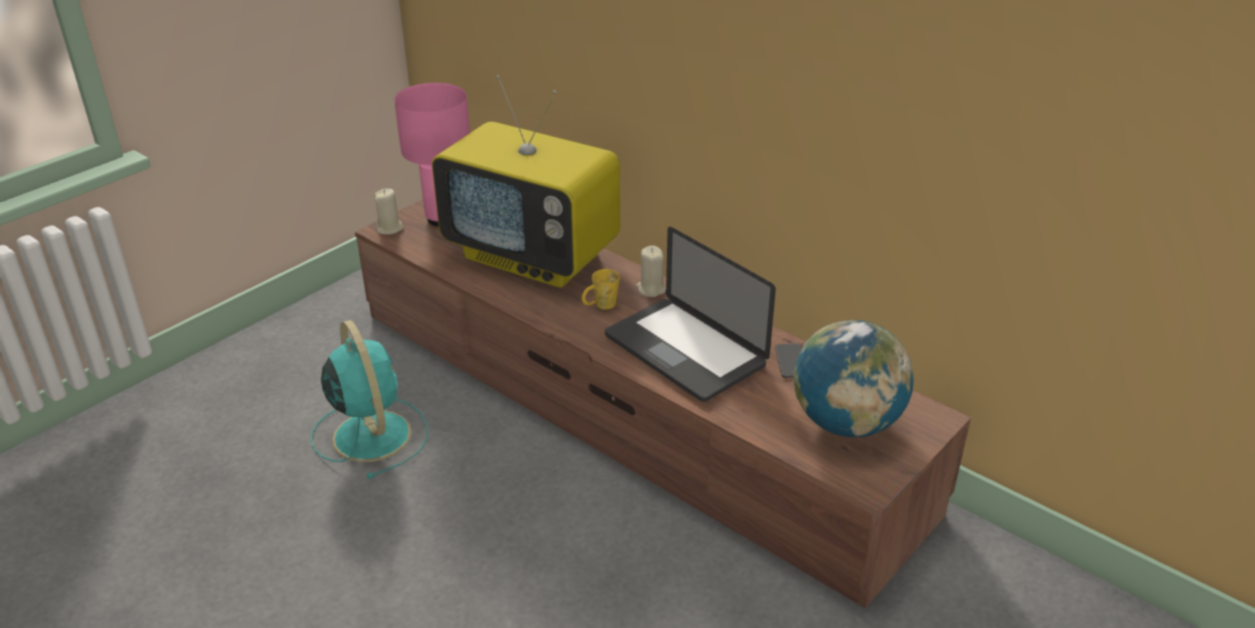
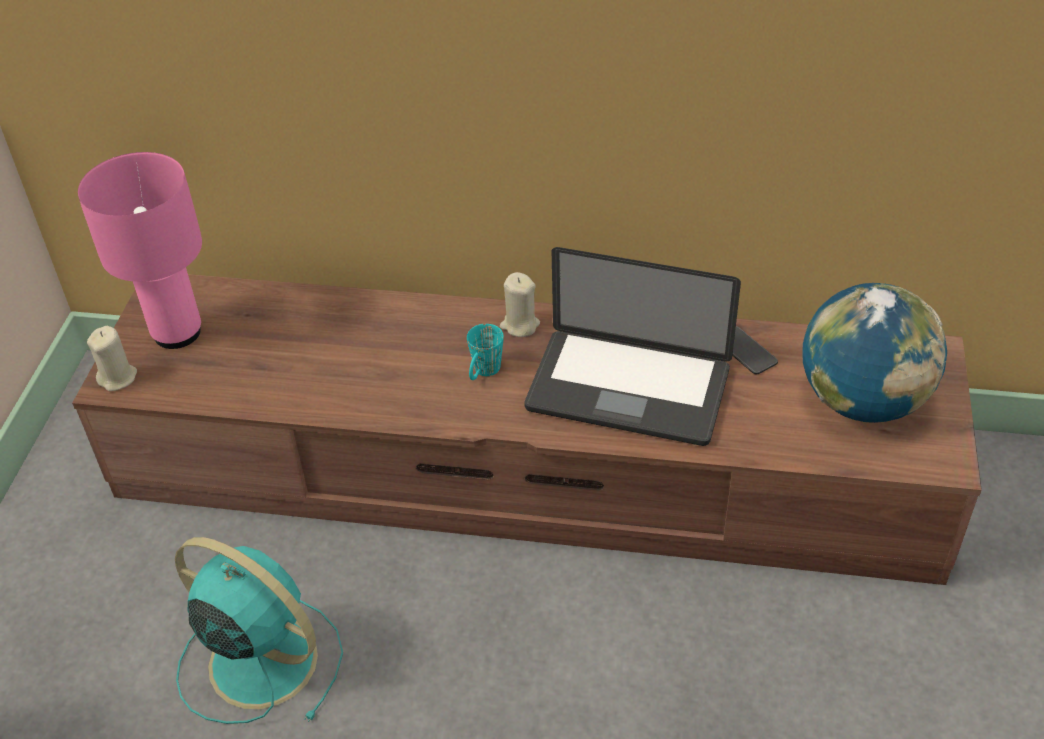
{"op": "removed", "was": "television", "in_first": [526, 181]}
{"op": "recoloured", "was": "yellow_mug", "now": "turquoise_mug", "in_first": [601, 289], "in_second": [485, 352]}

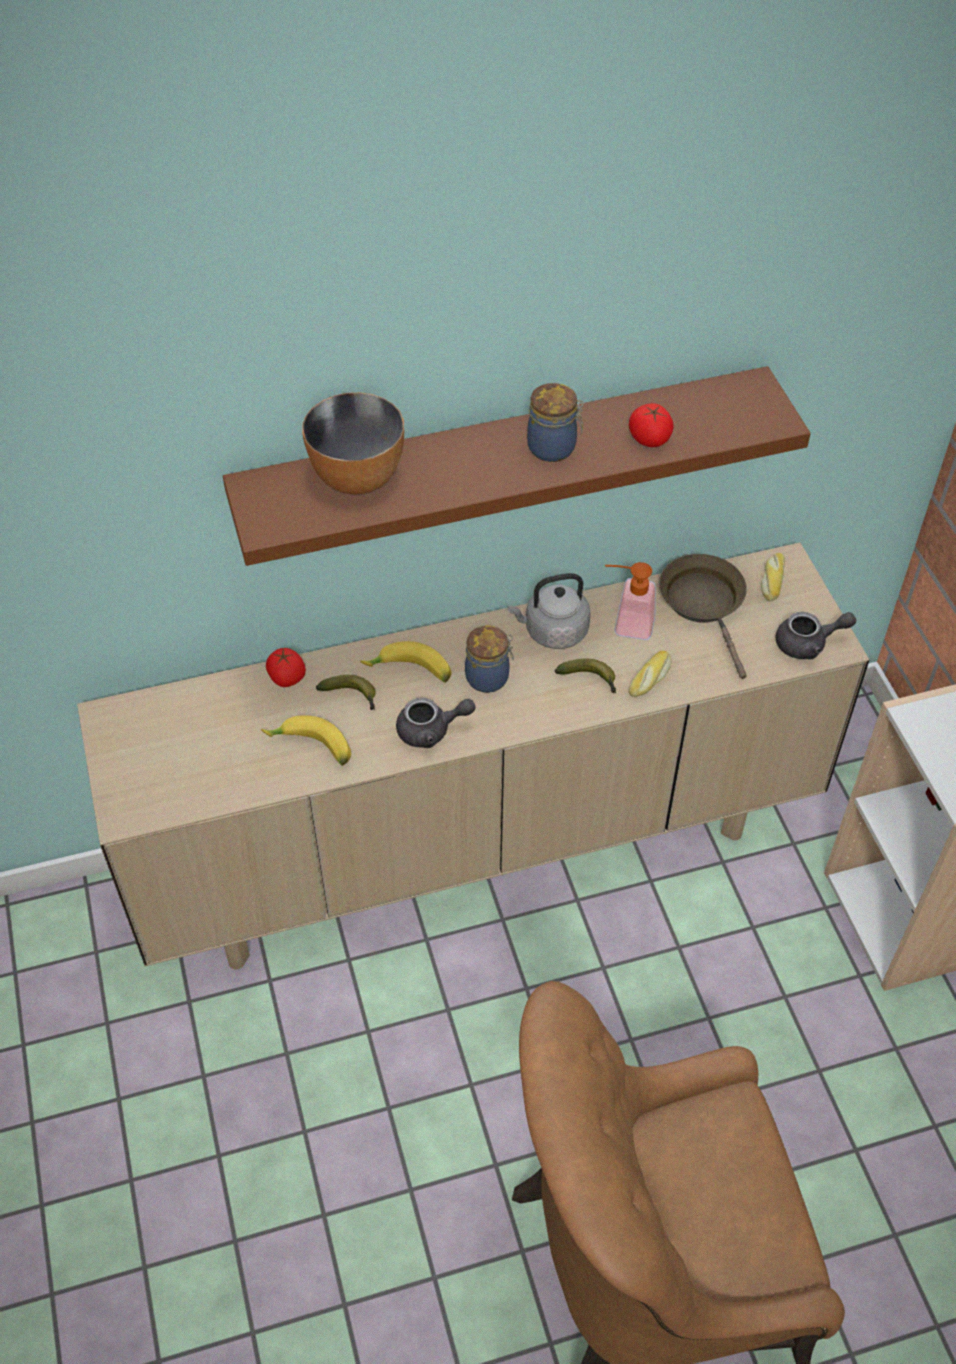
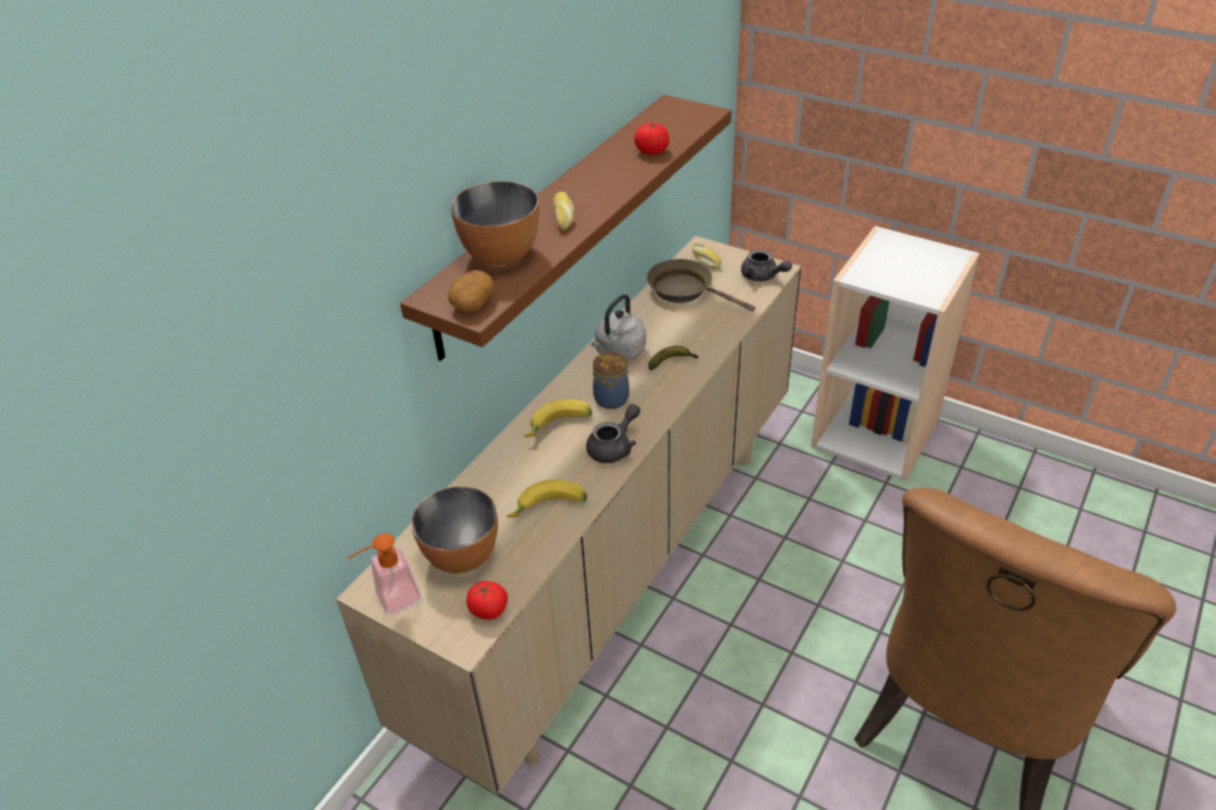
{"op": "moved", "was": "tomato", "in_first": [286, 667], "in_second": [487, 600]}
{"op": "removed", "was": "banana", "in_first": [346, 692]}
{"op": "removed", "was": "jar", "in_first": [555, 422]}
{"op": "moved", "was": "soap_dispenser", "in_first": [630, 601], "in_second": [384, 573]}
{"op": "moved", "was": "bread", "in_first": [650, 674], "in_second": [564, 211]}
{"op": "turned", "was": "grey_teapot", "in_first": [816, 636], "in_second": [766, 265], "clockwise": 90}
{"op": "added", "now": "bowl", "in_second": [454, 529]}
{"op": "added", "now": "potato", "in_second": [471, 291]}

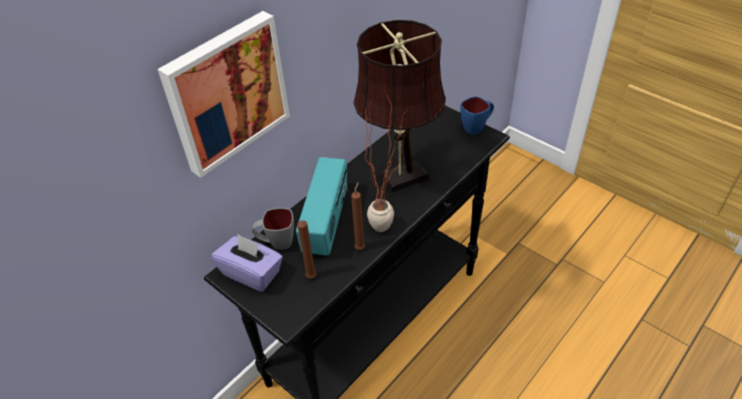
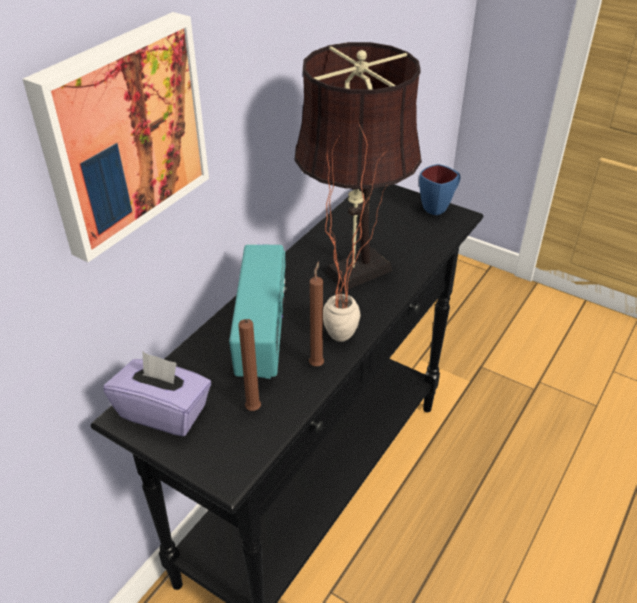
{"op": "removed", "was": "grey_mug", "in_first": [273, 229]}

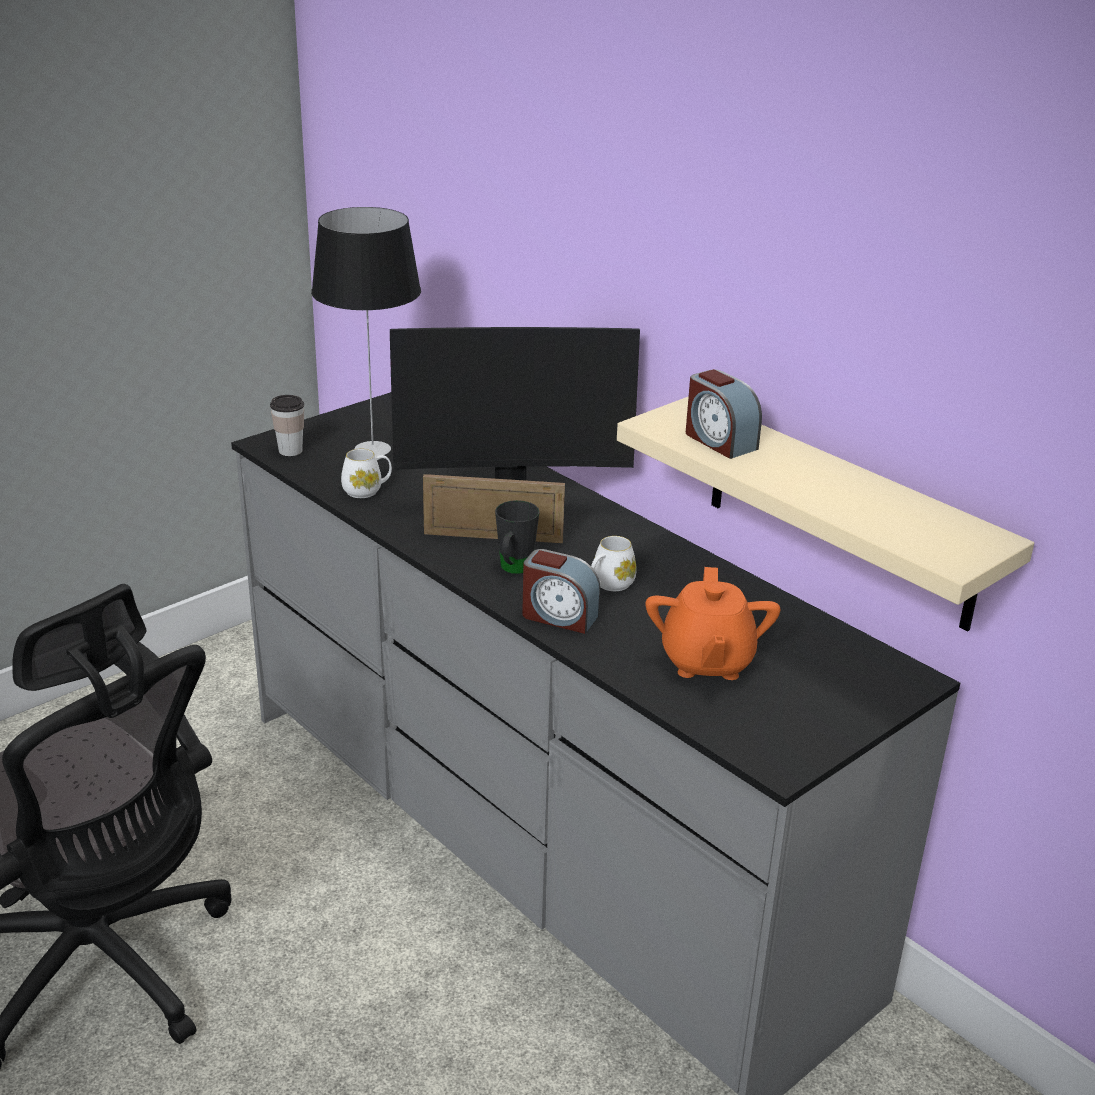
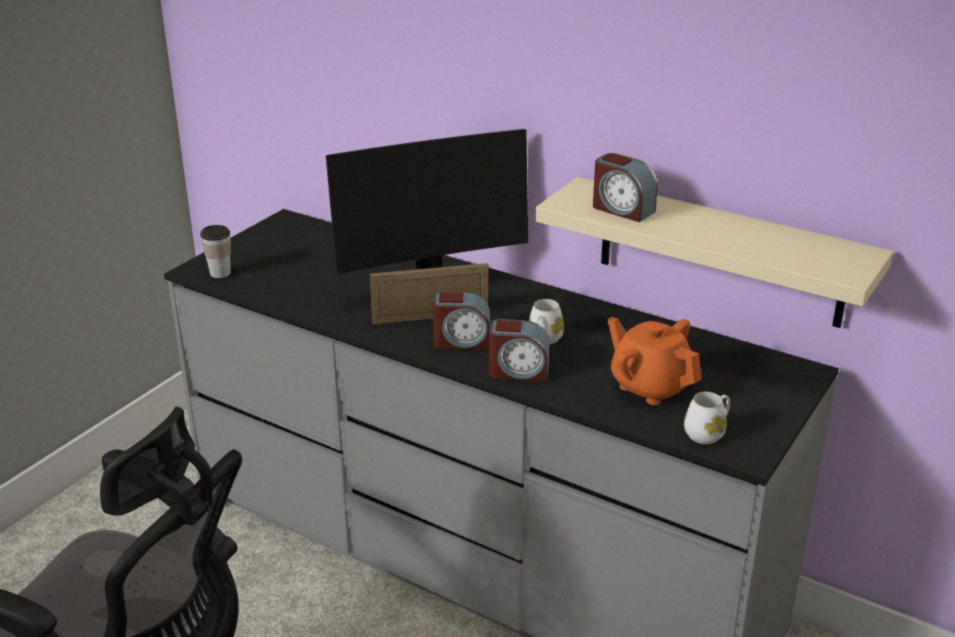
{"op": "removed", "was": "table_lamp", "in_first": [366, 331]}
{"op": "moved", "was": "white_mug", "in_first": [366, 473], "in_second": [707, 418]}
{"op": "replaced", "was": "black_mug", "now": "alarm_clock", "in_first": [517, 537], "in_second": [461, 320]}
{"op": "turned", "was": "orange_teapot", "in_first": [713, 623], "in_second": [655, 361], "clockwise": 150}

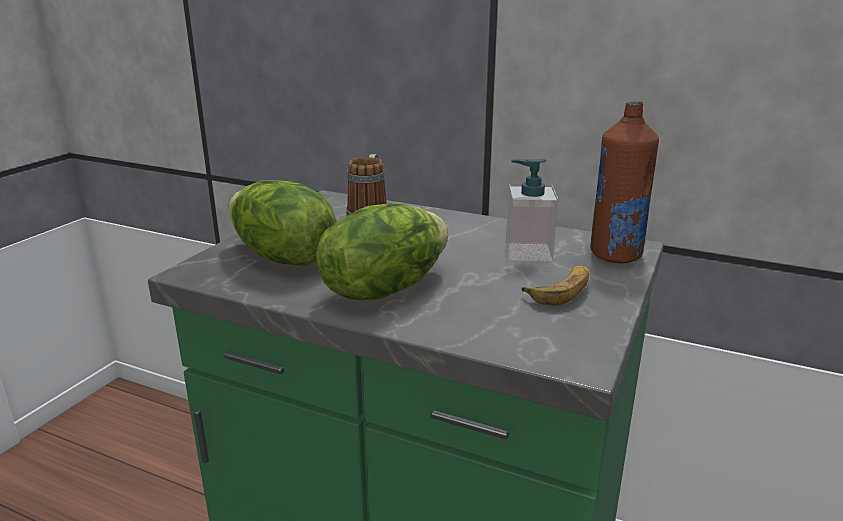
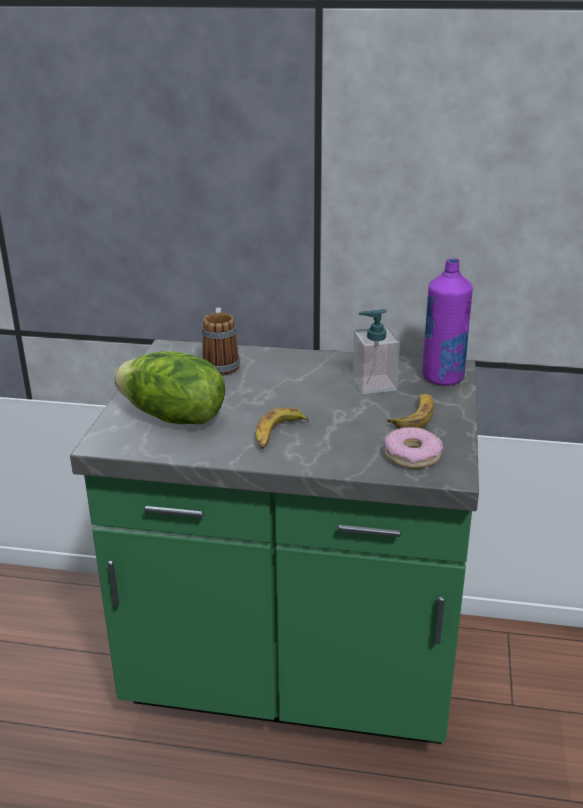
{"op": "replaced", "was": "lettuce", "now": "banana", "in_first": [382, 251], "in_second": [282, 428]}
{"op": "recoloured", "was": "brown_bottle", "now": "purple_bottle", "in_first": [624, 182], "in_second": [447, 322]}
{"op": "added", "now": "donut", "in_second": [414, 448]}

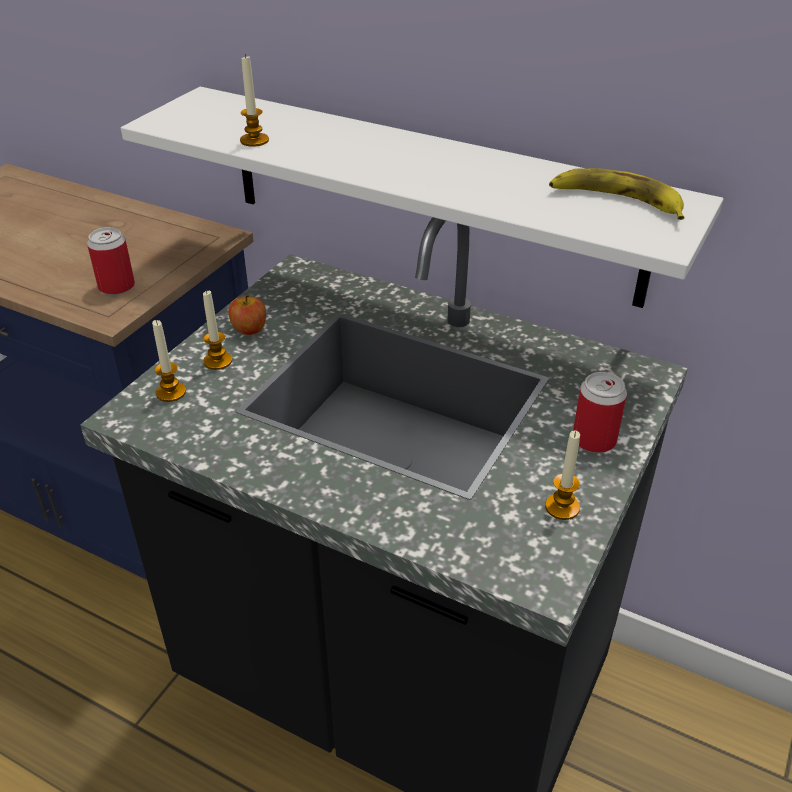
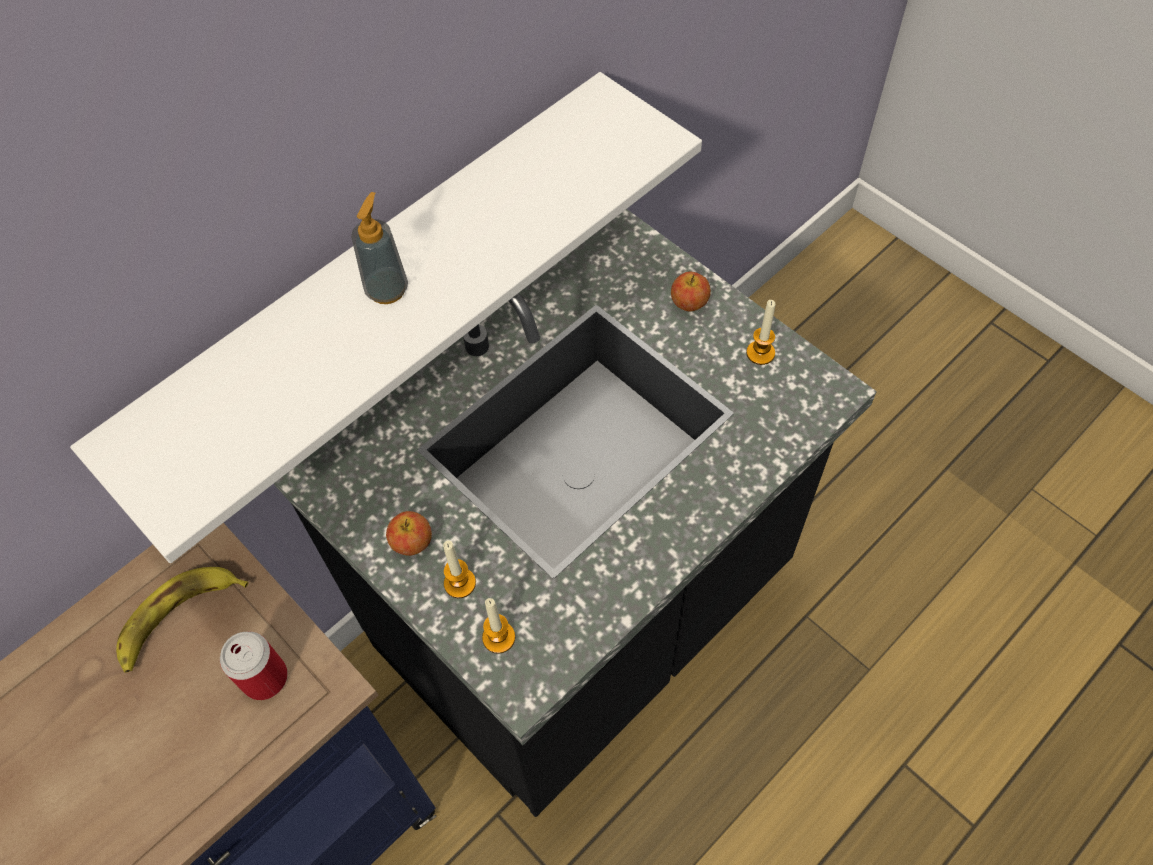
{"op": "removed", "was": "candle", "in_first": [254, 100]}
{"op": "moved", "was": "banana", "in_first": [616, 194], "in_second": [182, 620]}
{"op": "replaced", "was": "can", "now": "apple", "in_first": [600, 412], "in_second": [691, 291]}
{"op": "added", "now": "soap_dispenser", "in_second": [379, 248]}

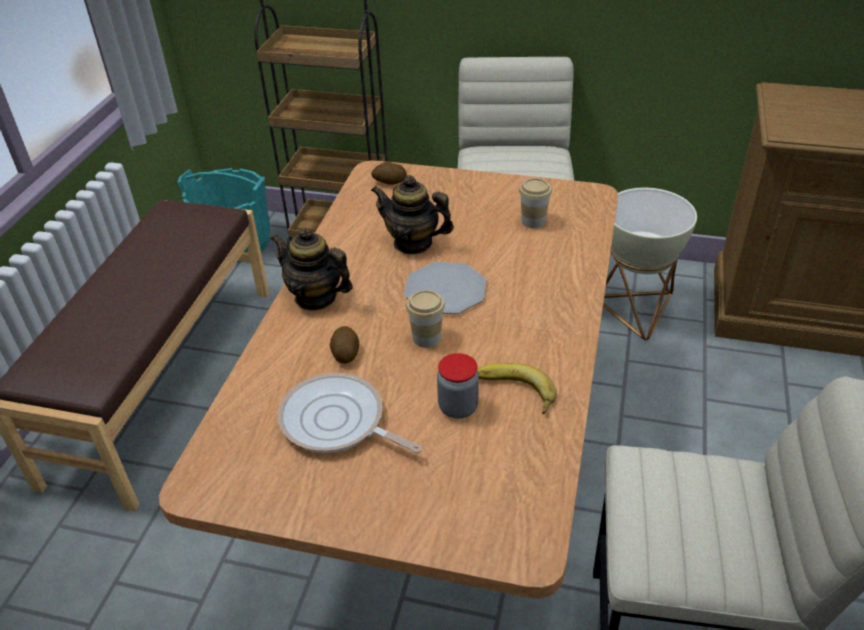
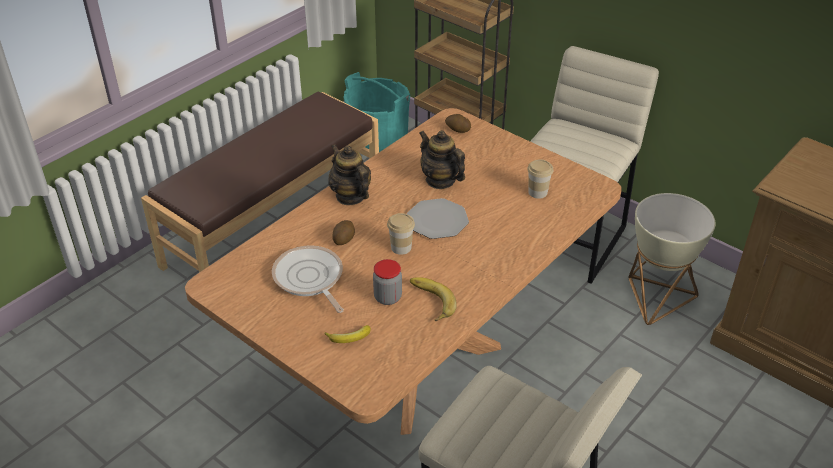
{"op": "added", "now": "banana", "in_second": [348, 334]}

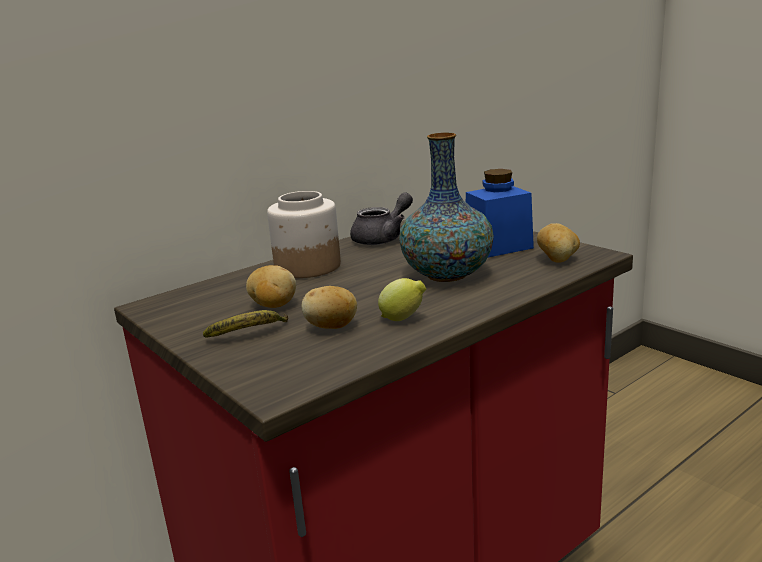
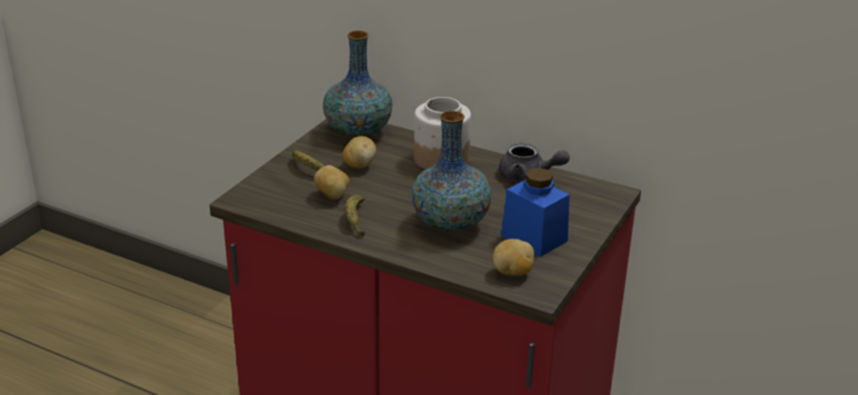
{"op": "replaced", "was": "lemon", "now": "banana", "in_first": [402, 299], "in_second": [355, 216]}
{"op": "added", "now": "vase", "in_second": [358, 84]}

